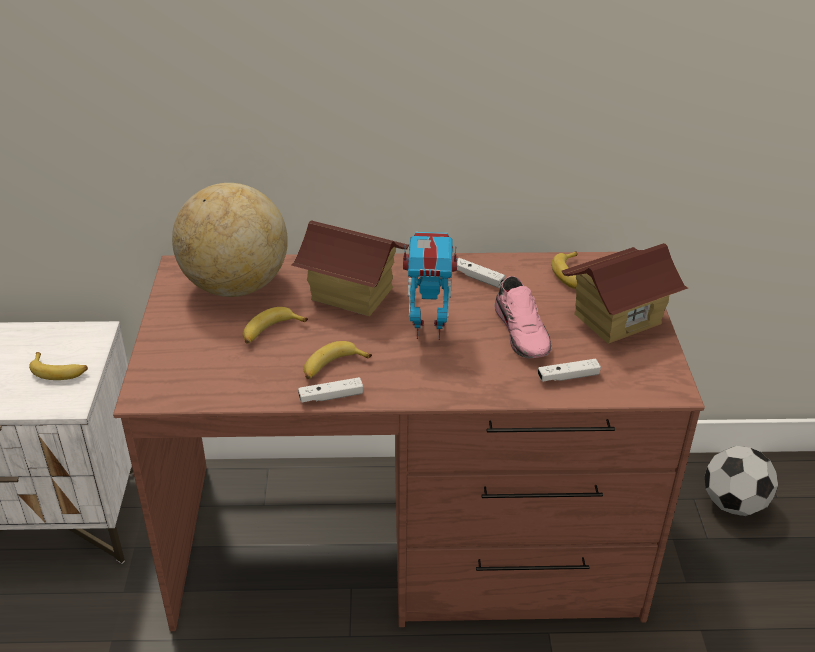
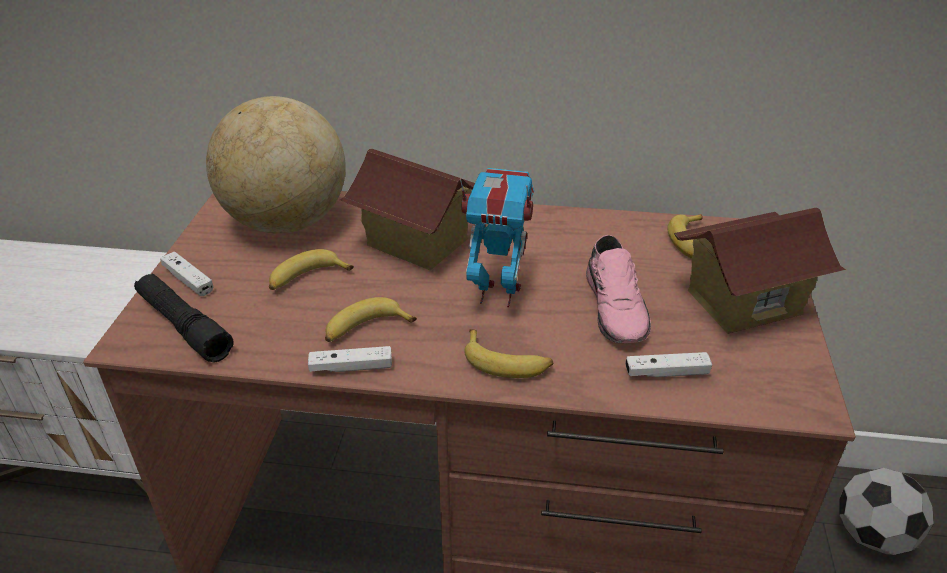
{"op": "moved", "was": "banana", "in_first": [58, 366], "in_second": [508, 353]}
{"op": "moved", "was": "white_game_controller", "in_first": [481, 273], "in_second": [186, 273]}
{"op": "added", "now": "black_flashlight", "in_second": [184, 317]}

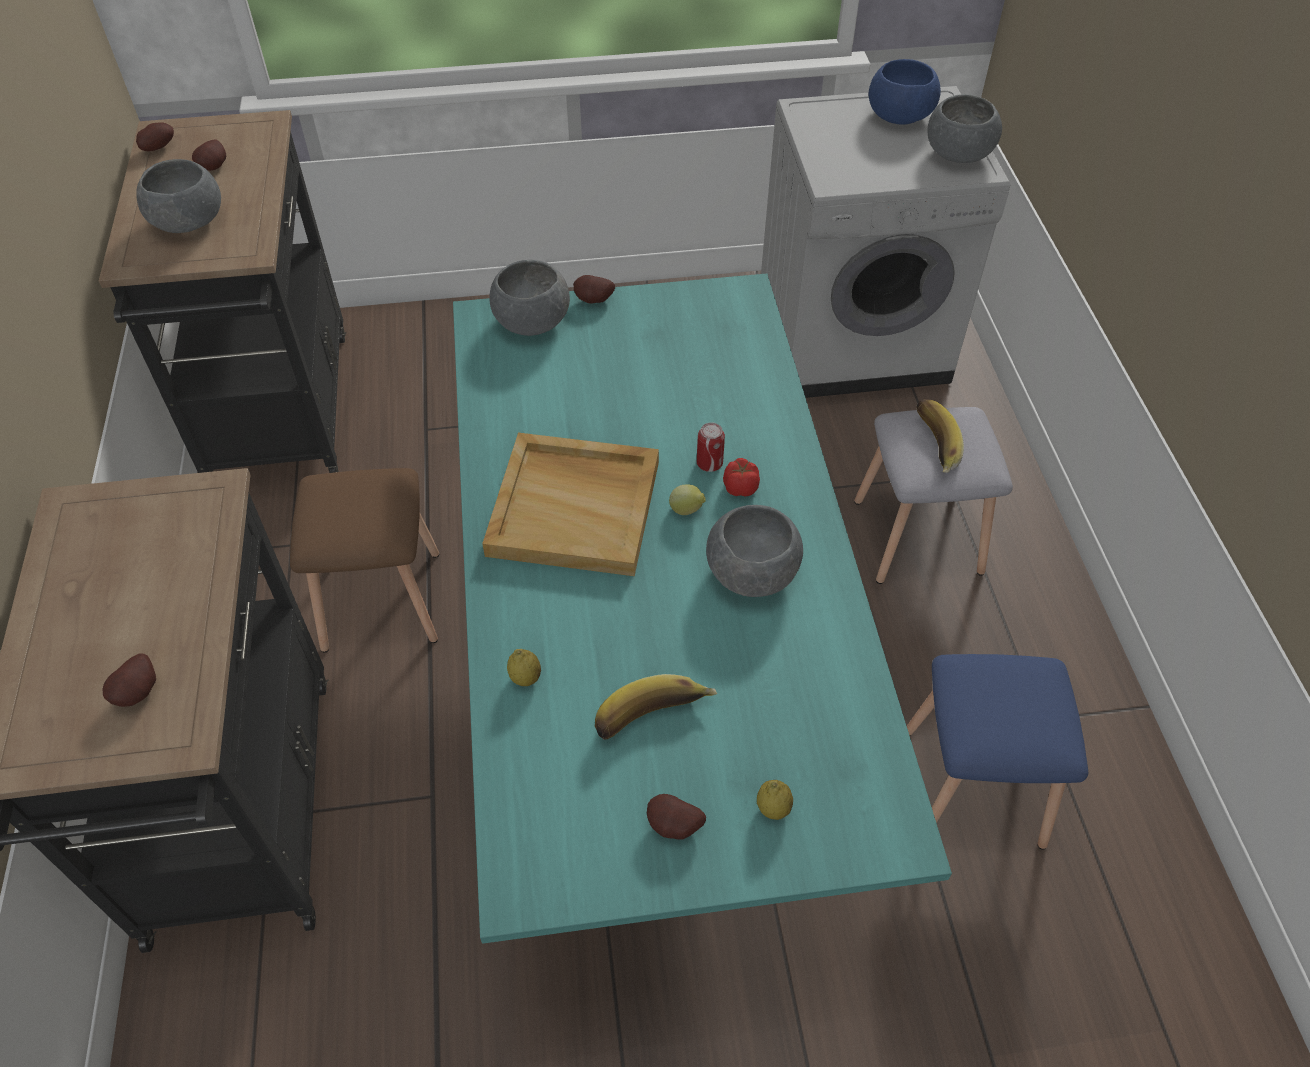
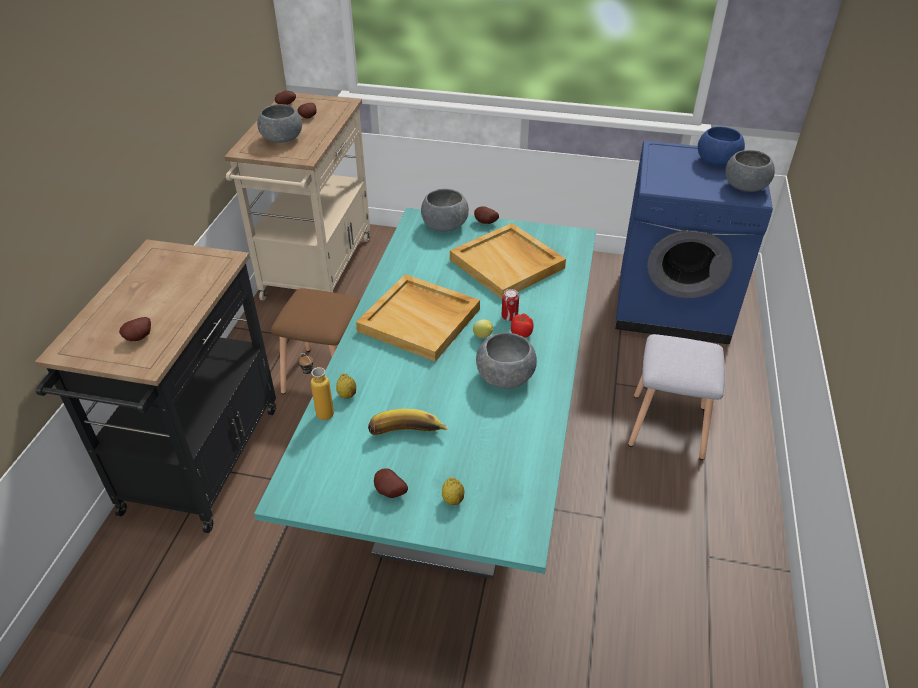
{"op": "recoloured", "was": "black_cart", "now": "beige_cart", "in_first": [222, 291], "in_second": [297, 197]}
{"op": "recoloured", "was": "white_washing_machine", "now": "blue_washing_machine", "in_first": [885, 242], "in_second": [694, 242]}
{"op": "removed", "was": "blue_stool", "in_first": [997, 751]}
{"op": "removed", "was": "banana", "in_first": [940, 436]}
{"op": "added", "now": "bottle", "in_second": [316, 386]}
{"op": "added", "now": "beige_tray", "in_second": [508, 261]}

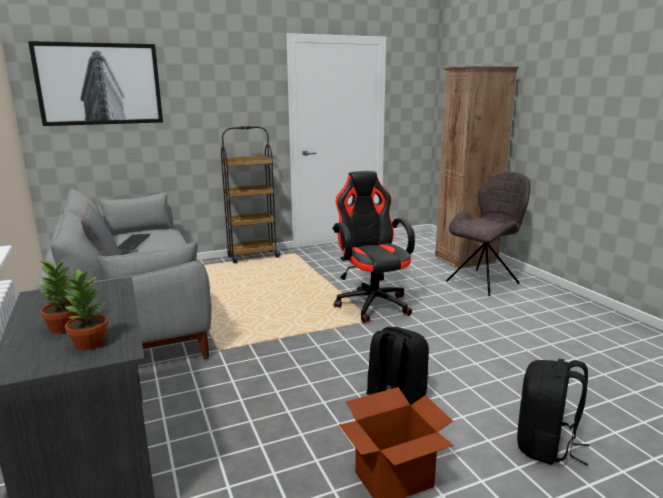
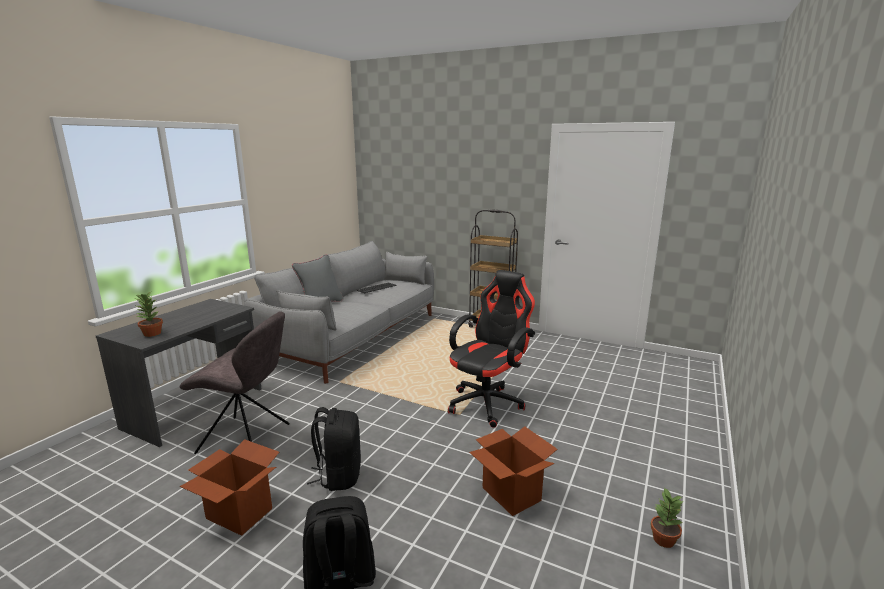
{"op": "removed", "was": "picture", "in_first": [95, 83]}
{"op": "moved", "was": "potted_plant", "in_first": [59, 296], "in_second": [667, 517]}
{"op": "removed", "was": "brown_cabinet", "in_first": [477, 167]}
{"op": "moved", "was": "grey_chair", "in_first": [488, 234], "in_second": [235, 382]}
{"op": "added", "now": "cardboard_box", "in_second": [513, 471]}

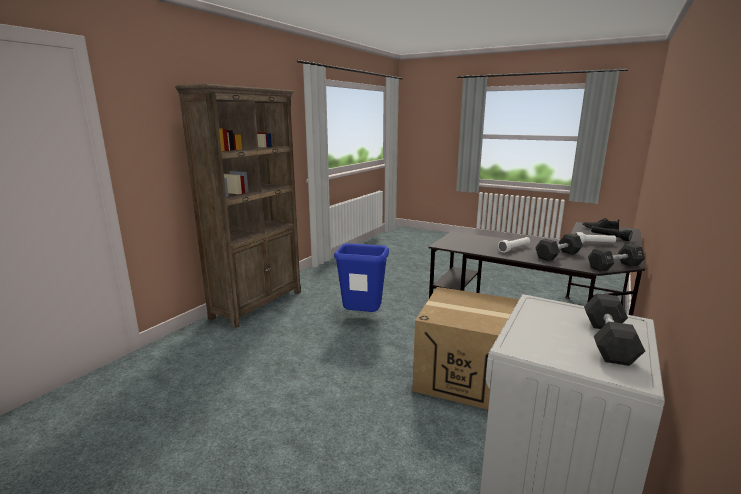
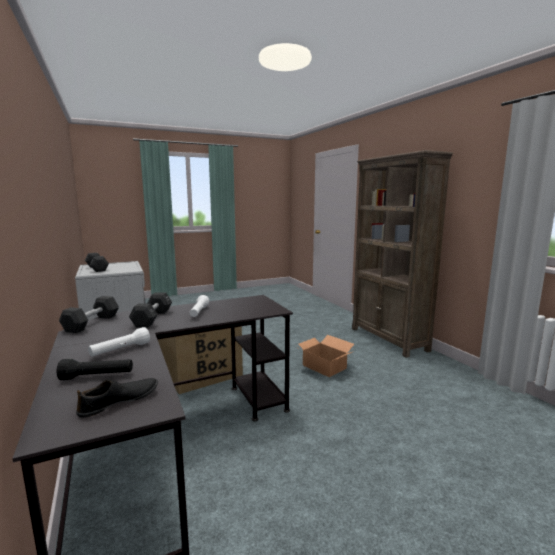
{"op": "replaced", "was": "blue_trash_can", "now": "cardboard_box", "in_first": [361, 277], "in_second": [326, 356]}

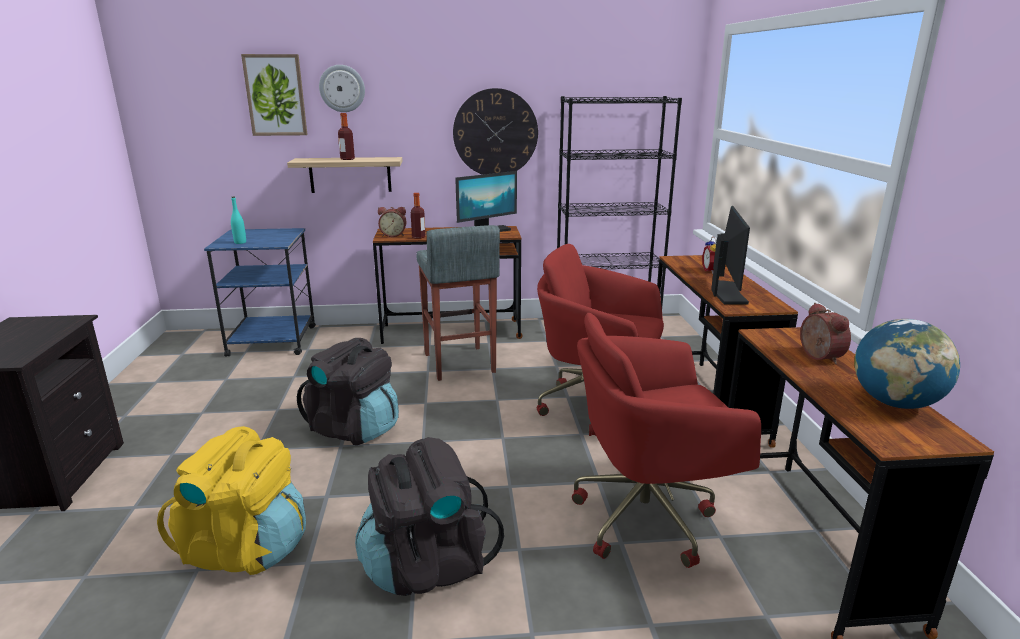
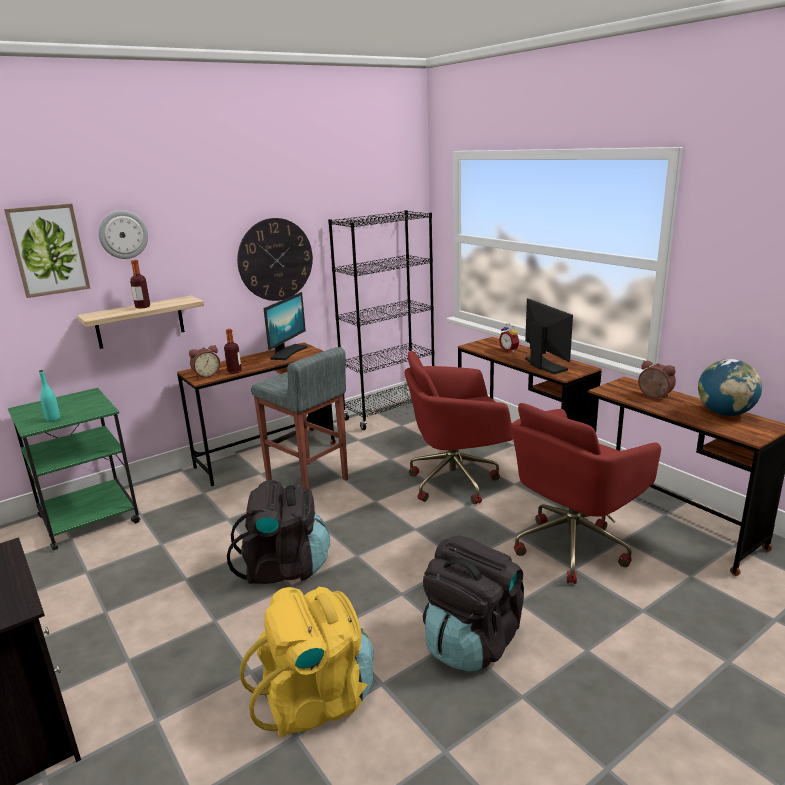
{"op": "recoloured", "was": "blue_cart", "now": "green_cart", "in_first": [260, 292], "in_second": [74, 469]}

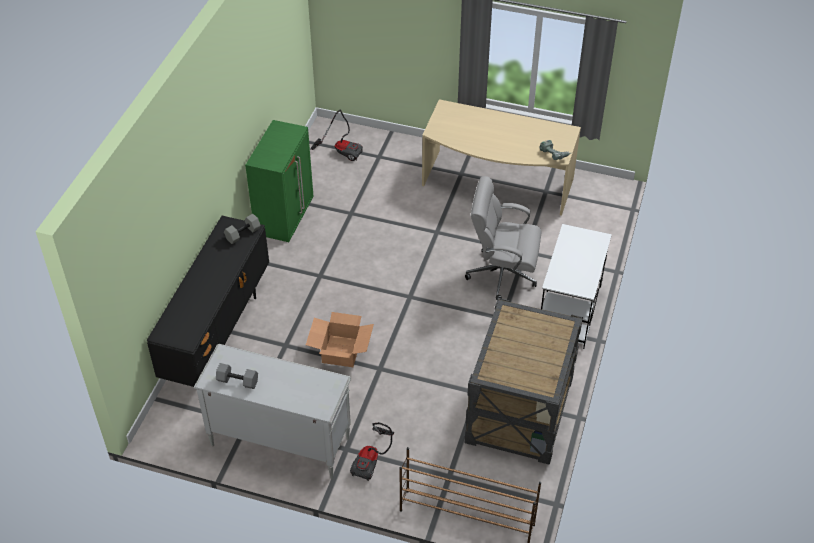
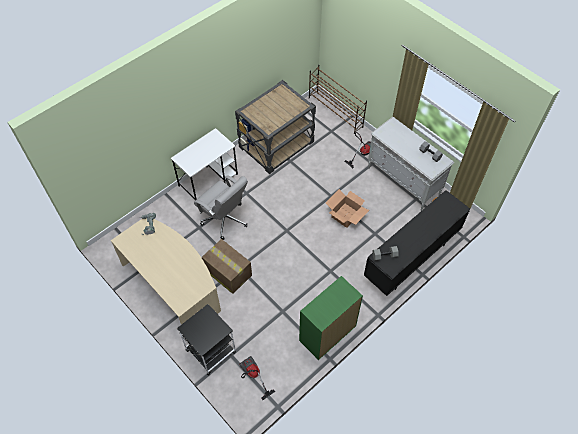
{"op": "added", "now": "black_cart", "in_second": [206, 339]}
{"op": "added", "now": "cardboard_box", "in_second": [227, 266]}

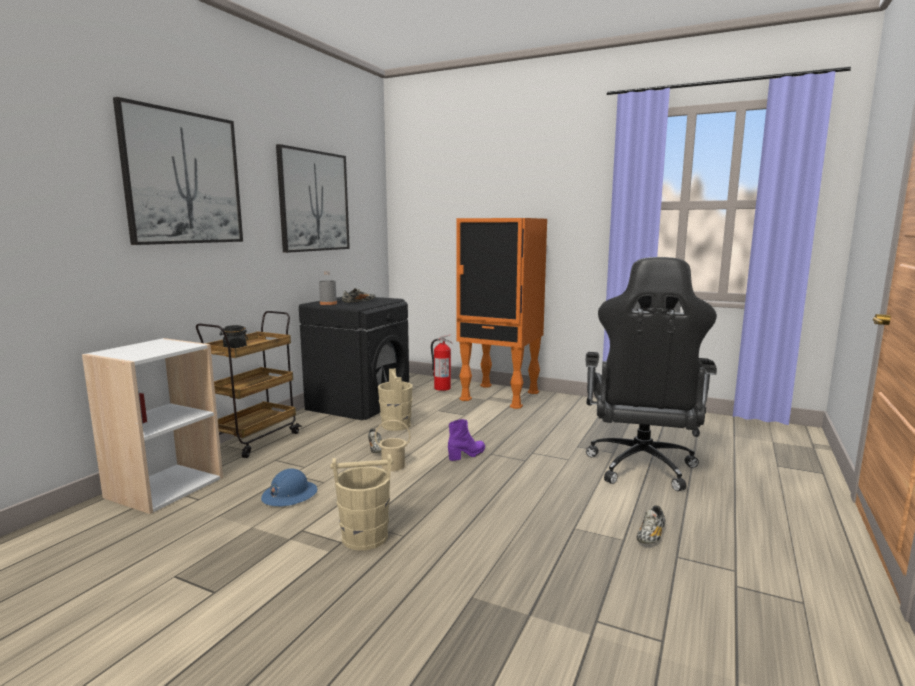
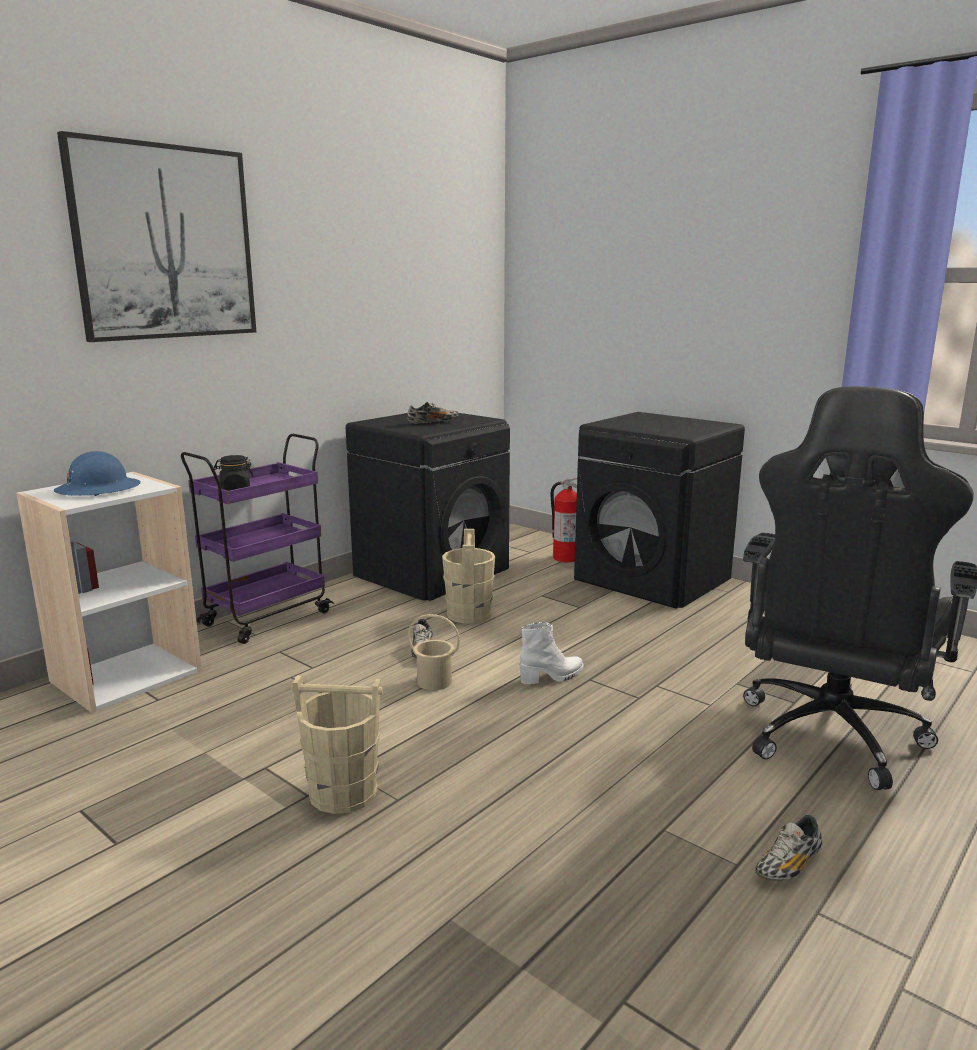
{"op": "recoloured", "was": "brown_cart", "now": "purple_cart", "in_first": [249, 384], "in_second": [257, 539]}
{"op": "moved", "was": "blue_hard_hat", "in_first": [289, 487], "in_second": [97, 473]}
{"op": "removed", "was": "picture", "in_first": [313, 198]}
{"op": "removed", "was": "grey_bottle", "in_first": [328, 288]}
{"op": "recoloured", "was": "purple_boot", "now": "white_boot", "in_first": [466, 440], "in_second": [551, 653]}
{"op": "replaced", "was": "orange_cabinet", "now": "black_washing_machine", "in_first": [502, 313], "in_second": [659, 510]}

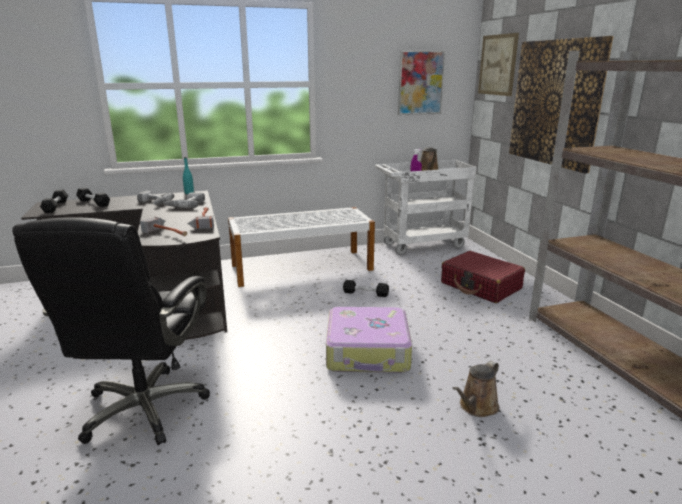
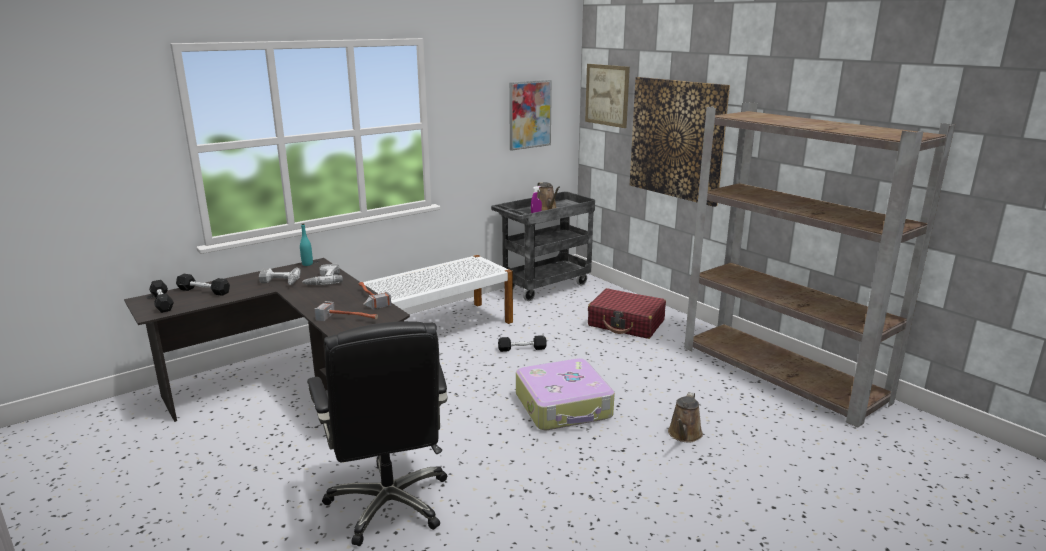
{"op": "recoloured", "was": "white_cart", "now": "black_cart", "in_first": [425, 207], "in_second": [543, 246]}

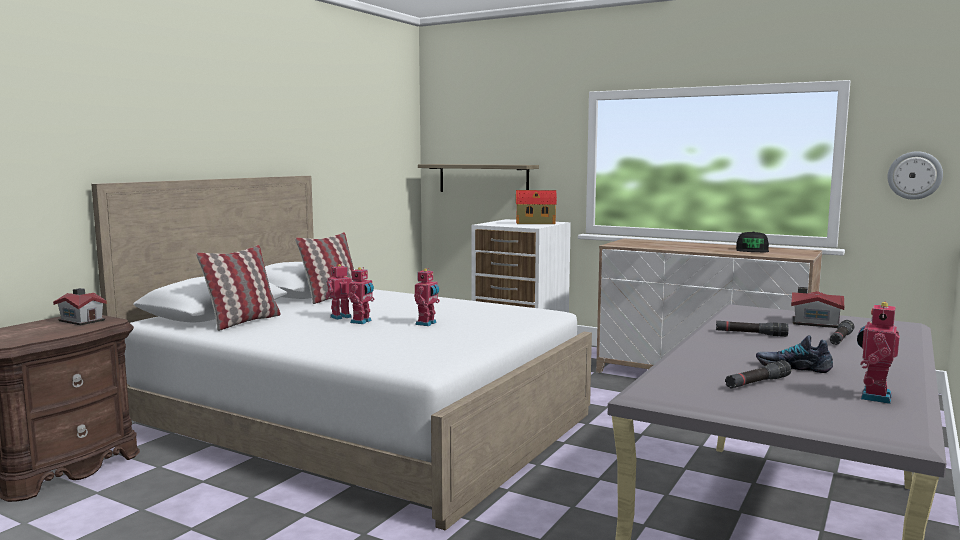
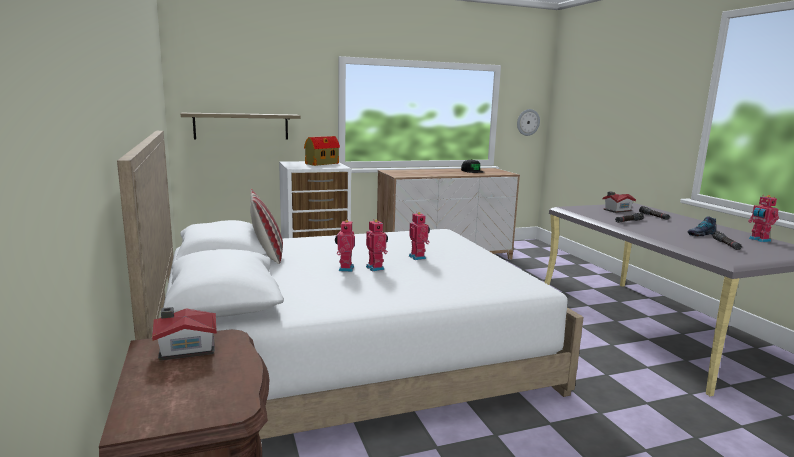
{"op": "removed", "was": "pillow", "in_first": [238, 288]}

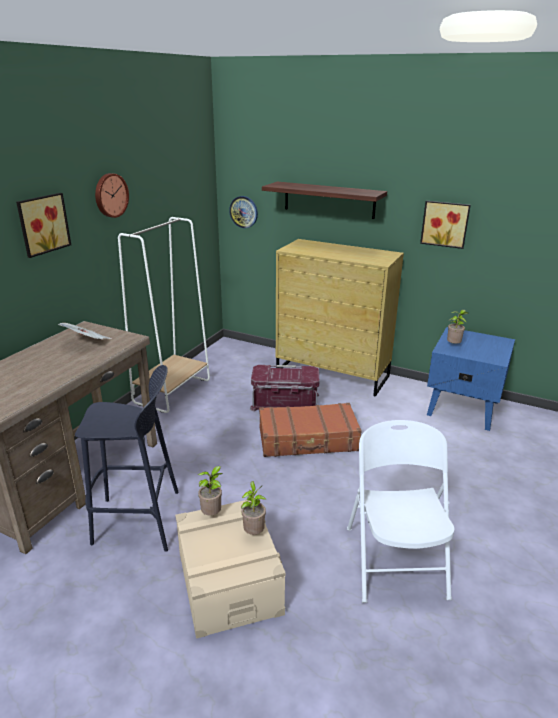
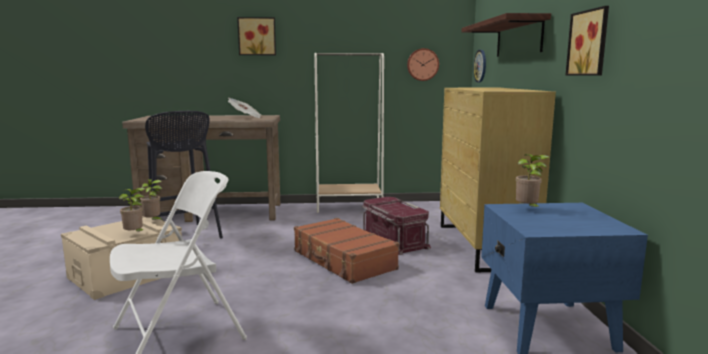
{"op": "moved", "was": "wall_clock", "in_first": [112, 195], "in_second": [423, 64]}

